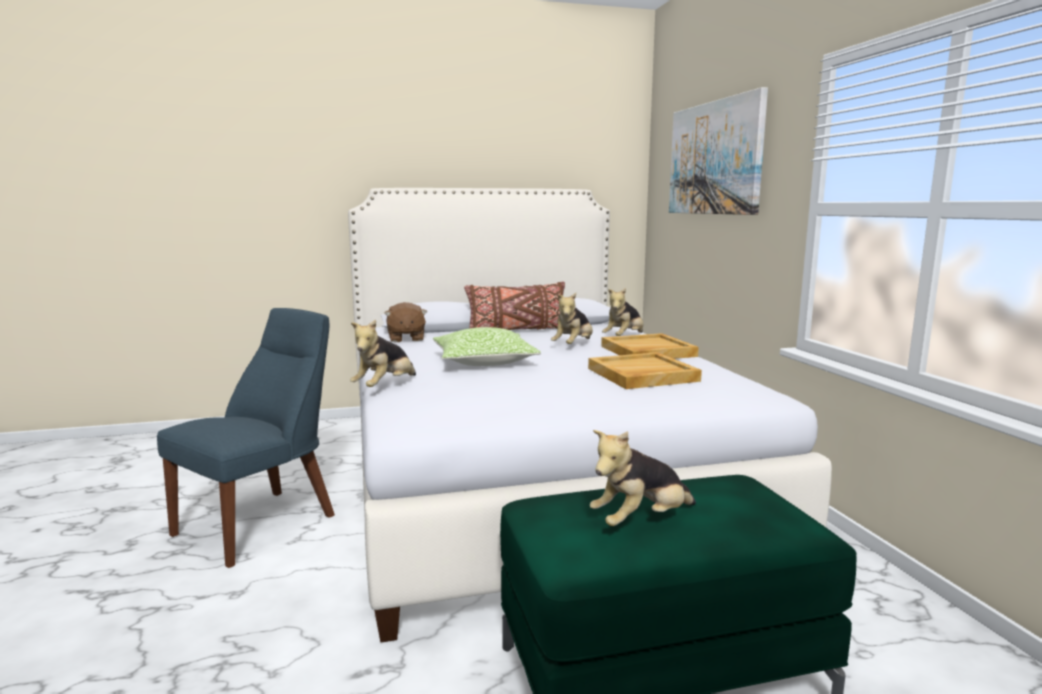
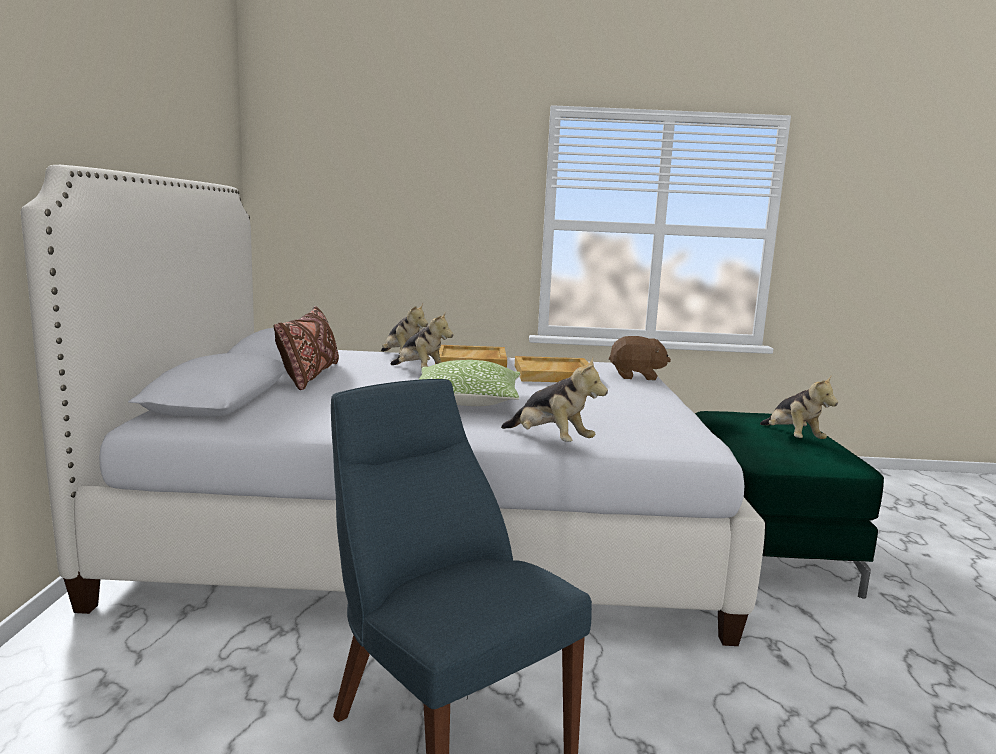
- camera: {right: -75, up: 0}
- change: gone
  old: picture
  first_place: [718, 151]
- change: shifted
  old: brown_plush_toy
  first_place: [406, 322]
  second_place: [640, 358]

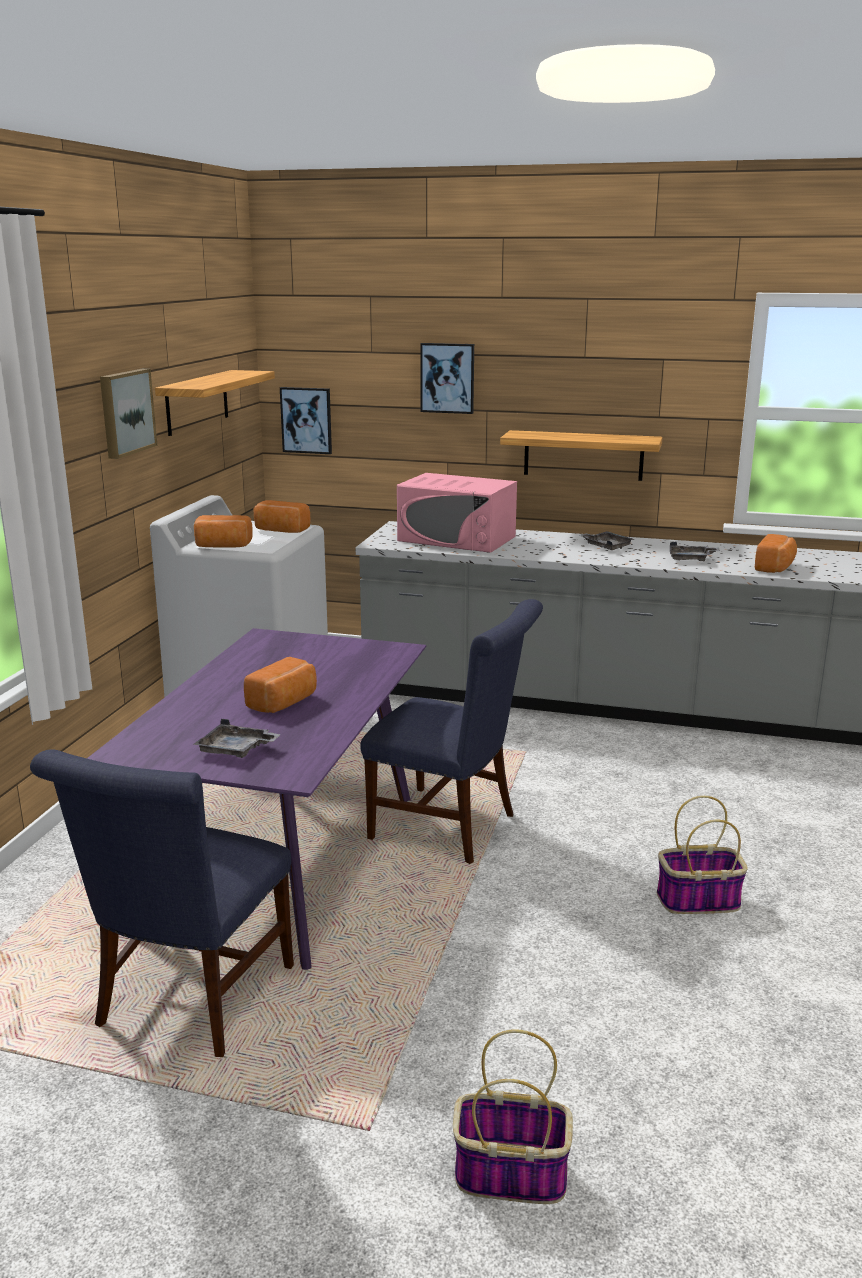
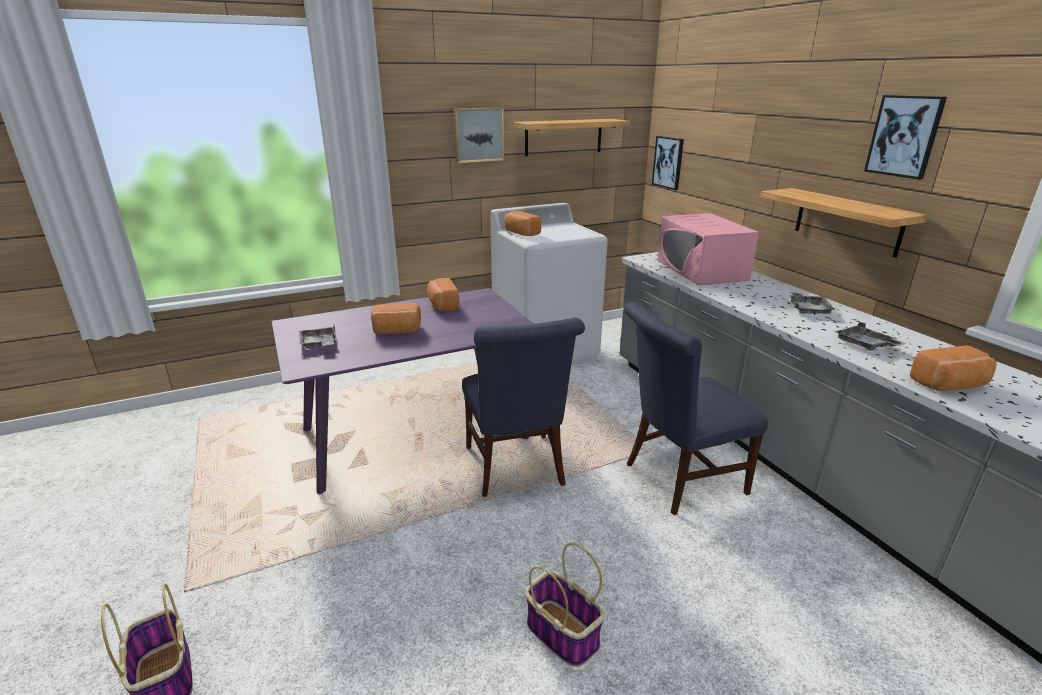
- camera: {right: 50, up: 5}
- change: shifted
  old: picture
  first_place: [447, 378]
  second_place: [905, 137]
- change: shifted
  old: bread
  first_place: [282, 516]
  second_place: [443, 294]
- change: shifted
  old: blue_chair
  first_place: [162, 903]
  second_place: [696, 408]

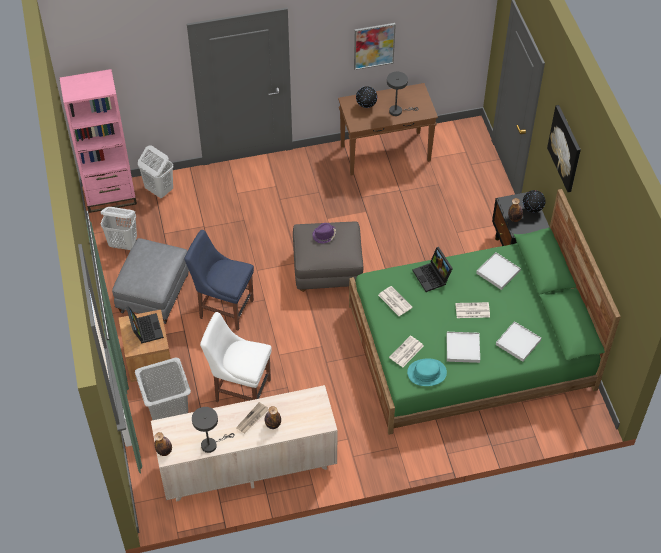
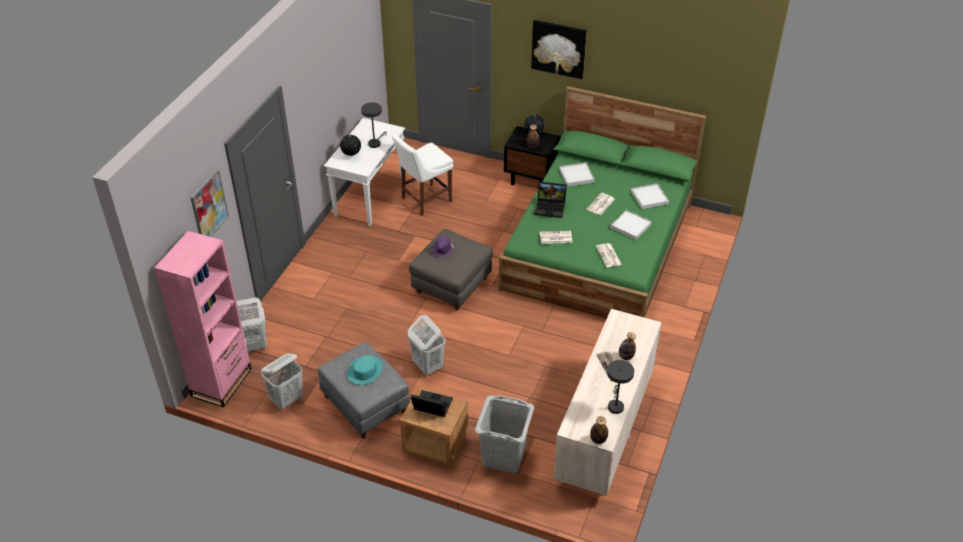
- camera: {right: -55, up: -10}
- change: shifted
  old: picture
  first_place: [375, 46]
  second_place: [209, 203]
- change: repainted
  old: brown_console_table
  new: white_console_table
  first_place: [388, 129]
  second_place: [364, 172]
- change: swapped
  old: blue_chair
  new: white_laundry_basket
  first_place: [219, 280]
  second_place: [426, 345]
- change: shifted
  old: white_chair
  first_place: [235, 357]
  second_place: [423, 174]
- change: shifted
  old: turquoise_hat
  first_place: [427, 372]
  second_place: [365, 370]

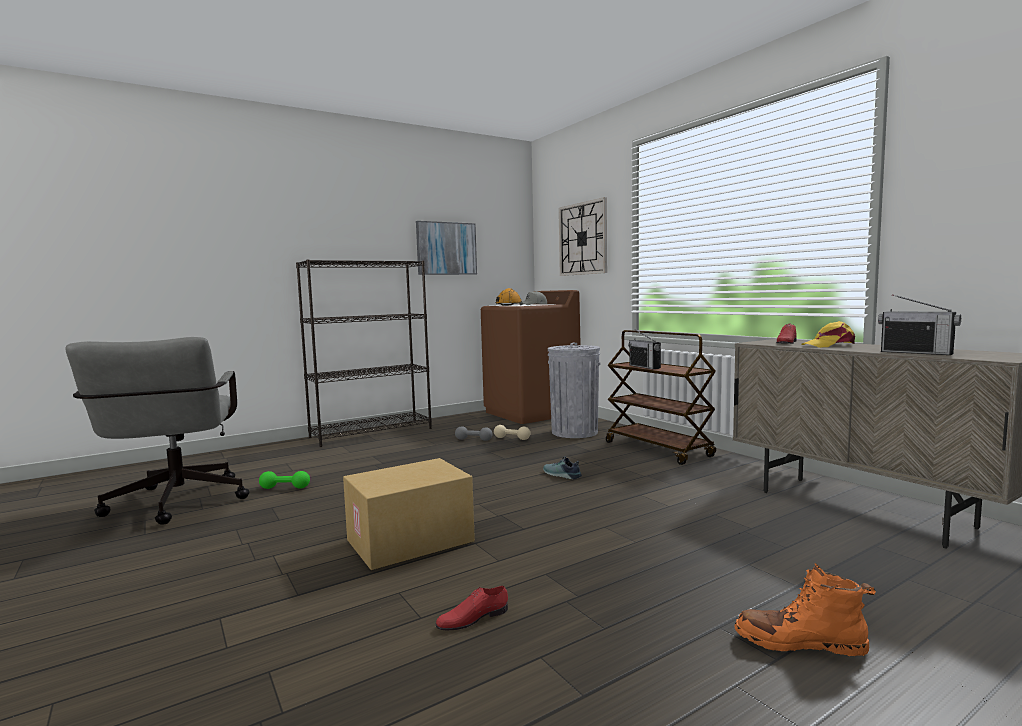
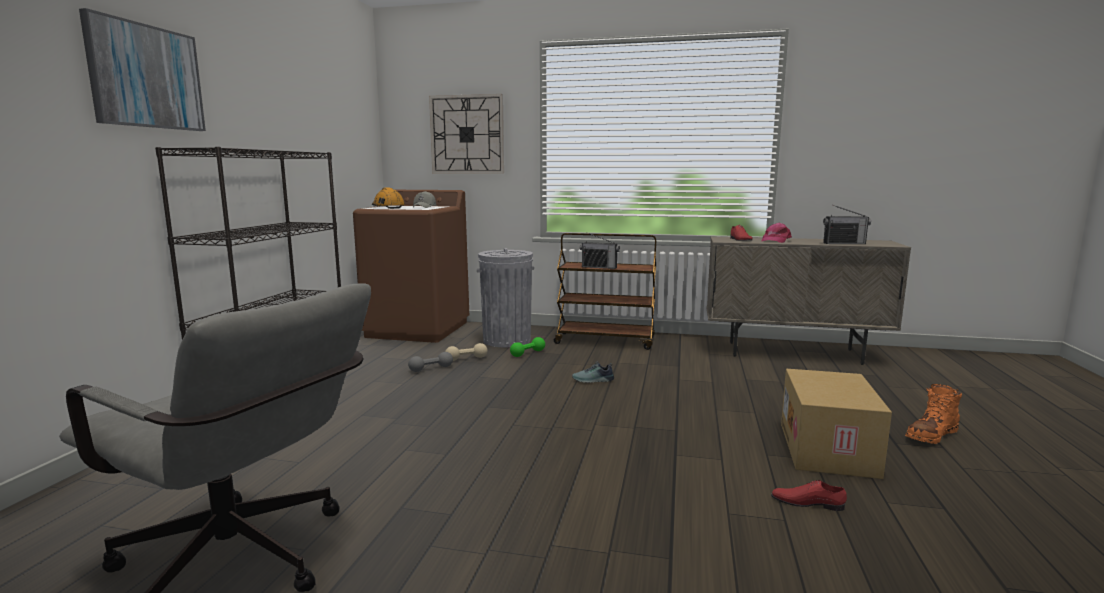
- camera: {right: -45, up: 5}
- change: shifted
  old: picture
  first_place: [446, 248]
  second_place: [142, 69]
- change: repainted
  old: yellow_cap
  new: pink_cap
  first_place: [828, 334]
  second_place: [776, 233]
- change: shifted
  old: cardboard_box
  first_place: [409, 514]
  second_place: [836, 424]
- change: shifted
  old: green_dumbbell
  first_place: [284, 480]
  second_place: [527, 347]
- change: rotated
  old: red_shoe
  first_place: [472, 608]
  second_place: [809, 495]
  degrees: 90

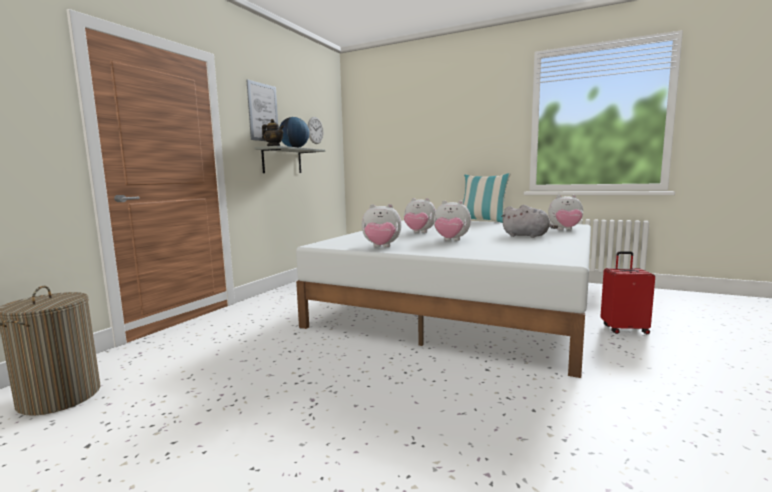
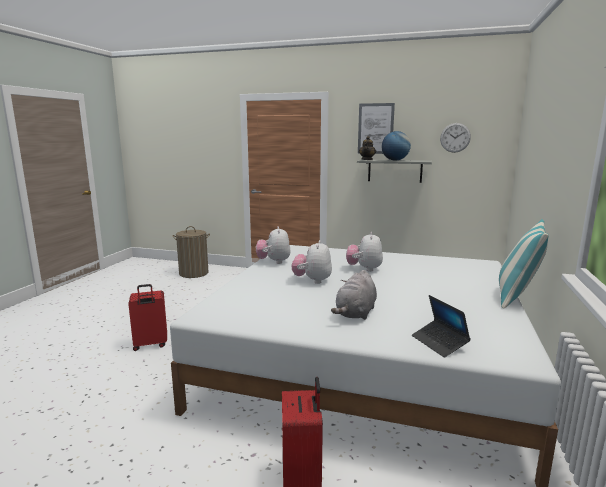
- camera: {right: 80, up: 5}
- change: swapped
  old: plush_toy
  new: laptop
  first_place: [565, 212]
  second_place: [441, 326]
- change: new
  new: red_suitcase
  second_place: [147, 317]

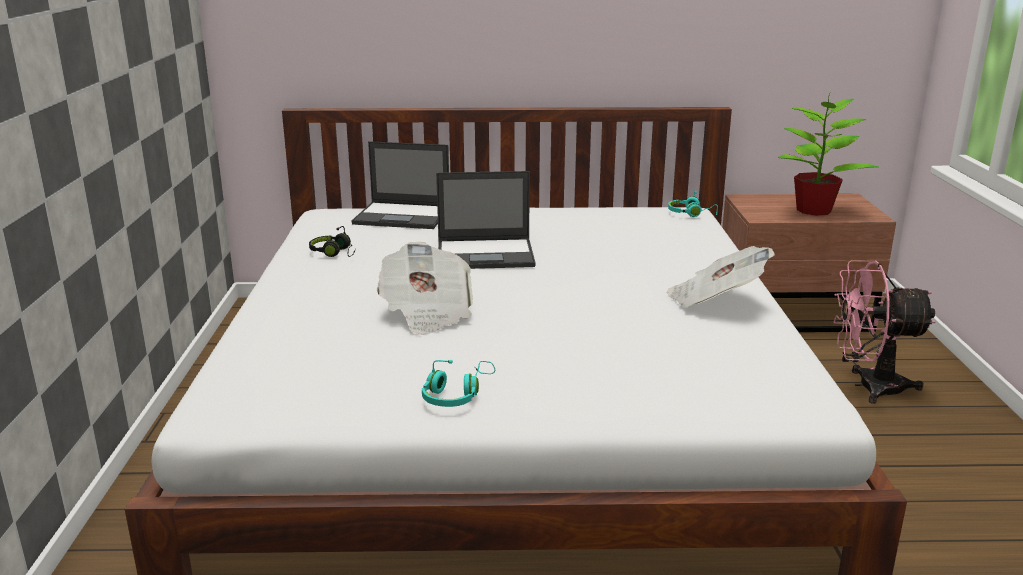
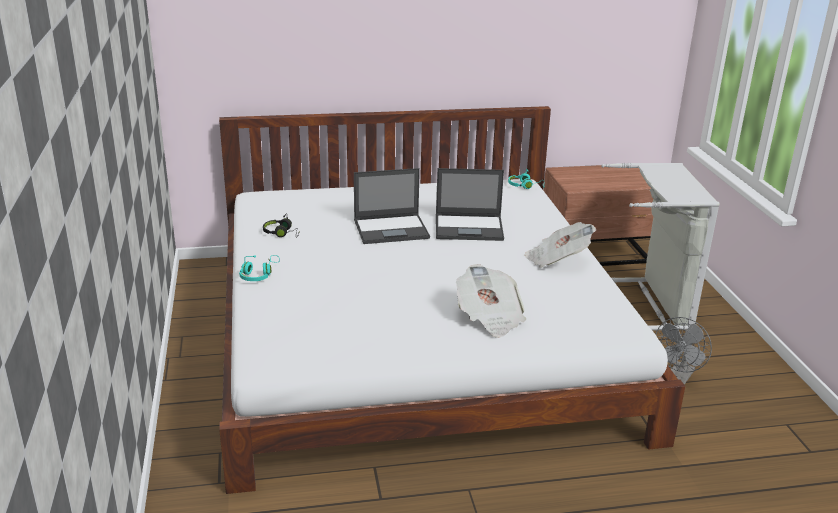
- camera: {right: -10, up: 5}
- change: gone
  old: potted_plant
  first_place: [828, 153]
- change: shifted
  old: laptop
  first_place: [400, 185]
  second_place: [470, 204]
- change: shifted
  old: newspaper
  first_place: [424, 288]
  second_place: [491, 301]
- change: swapped
  old: pink_fan
  new: grey_laundry_basket
  first_place: [884, 332]
  second_place: [660, 246]
- change: shifted
  old: turquoise_headphones
  first_place: [458, 383]
  second_place: [259, 268]
- change: new
  new: grey_fan
  second_place: [683, 351]

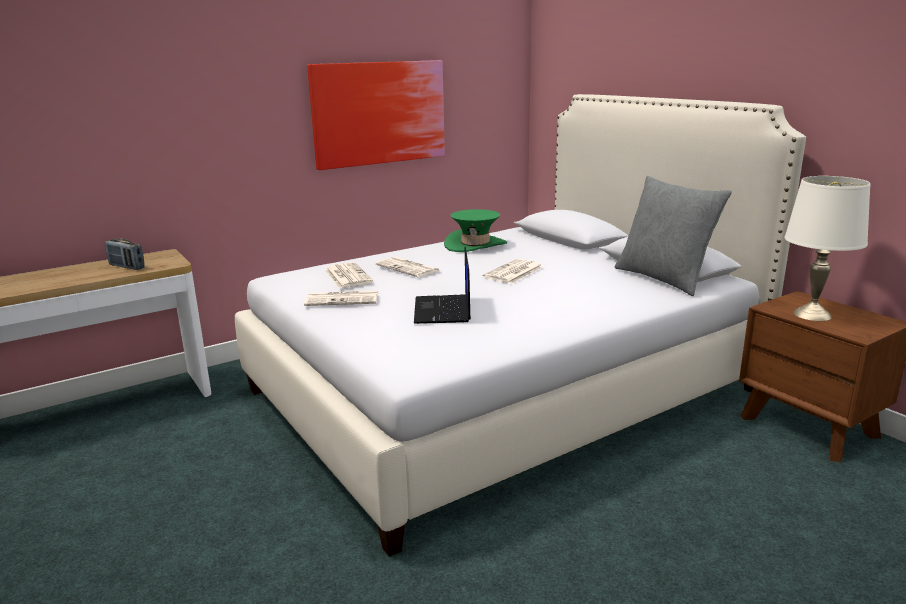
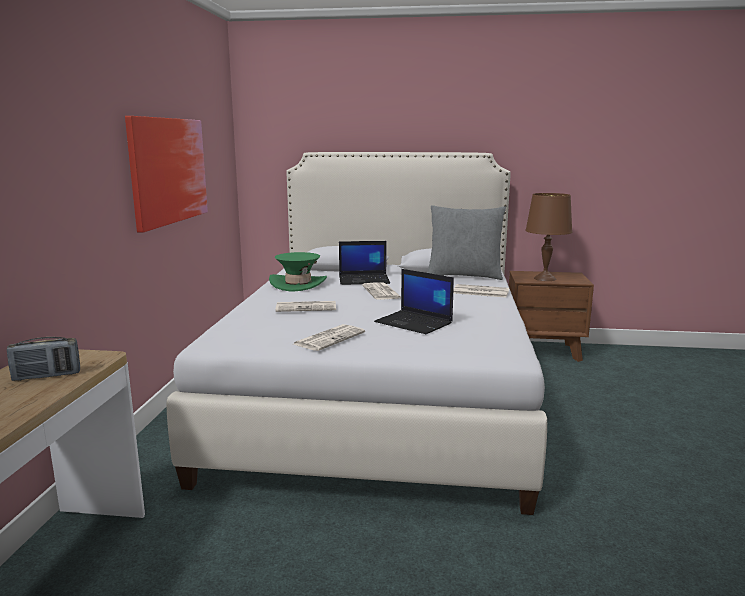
- camera: {right: -50, up: -5}
- change: repainted
  old: white_table_lamp
  new: brown_table_lamp
  first_place: [827, 248]
  second_place: [548, 237]
- change: shifted
  old: newspaper
  first_place: [349, 275]
  second_place: [481, 291]
- change: new
  new: laptop
  second_place: [364, 263]

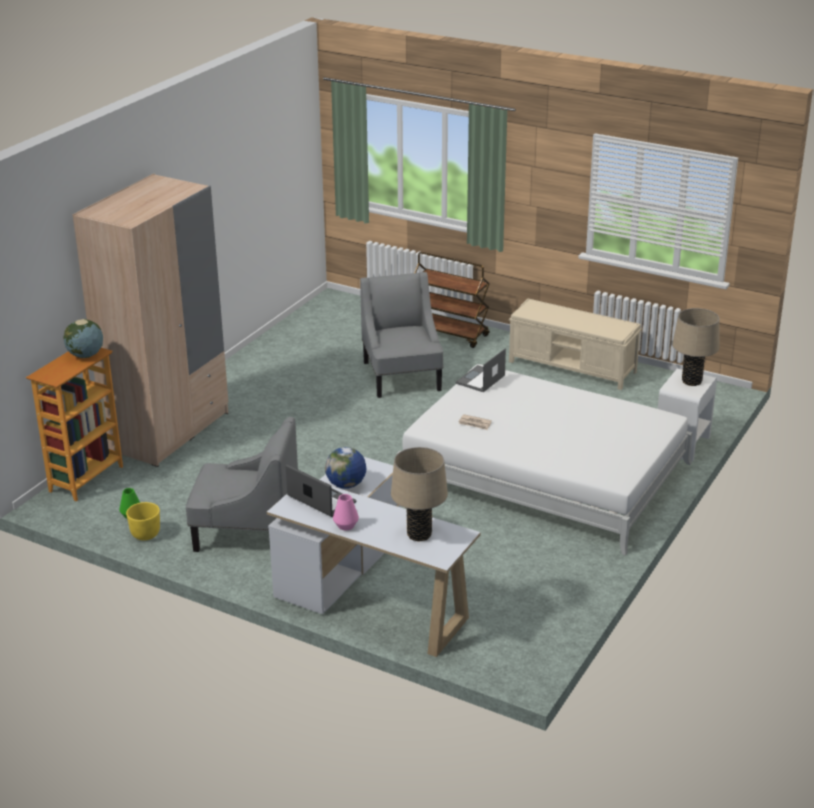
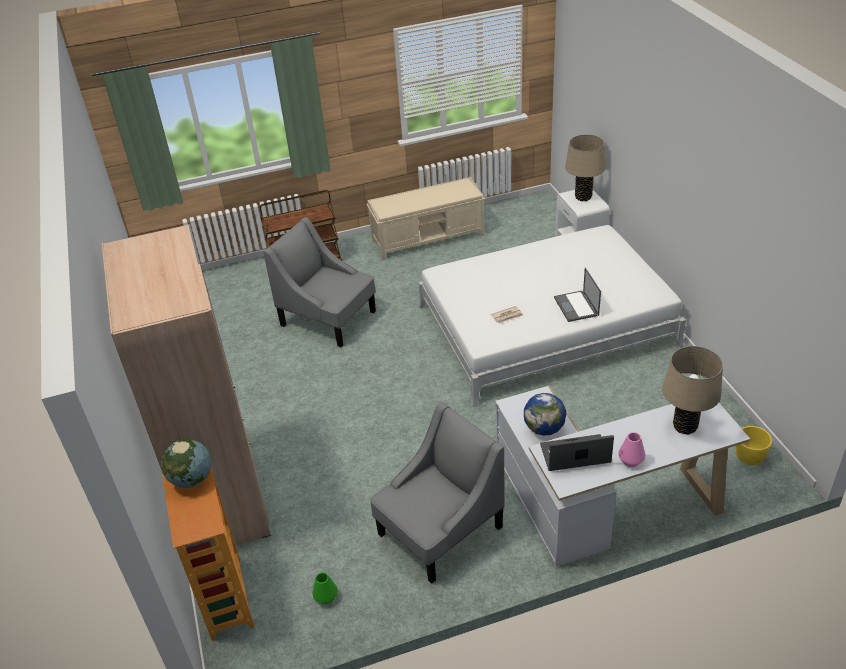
- camera: {right: -45, up: 10}
- change: shifted
  old: laptop
  first_place: [481, 370]
  second_place: [577, 295]
- change: shifted
  old: yellow_planter
  first_place: [143, 521]
  second_place: [753, 445]

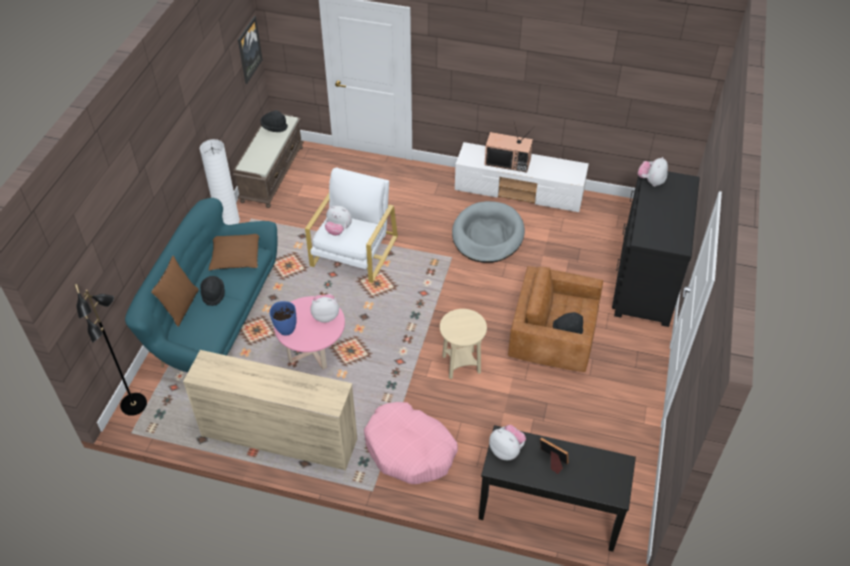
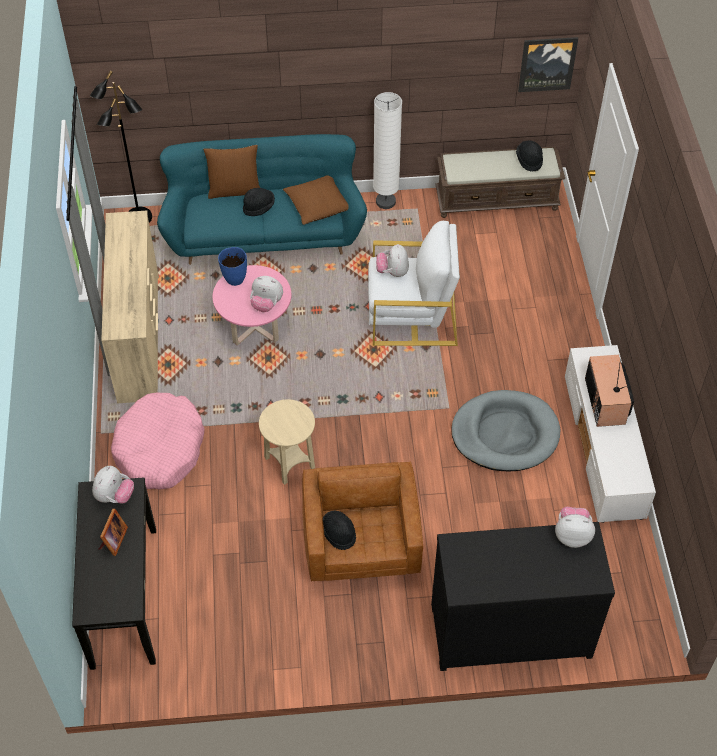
- camera: {right: 70, up: 5}
- change: rotated
  old: plush_toy
  first_place: [324, 308]
  second_place: [266, 294]
  degrees: 135

